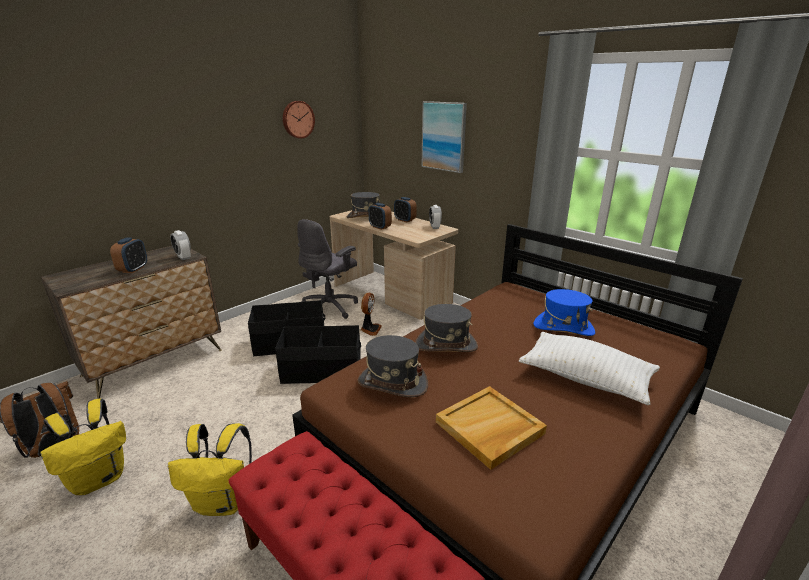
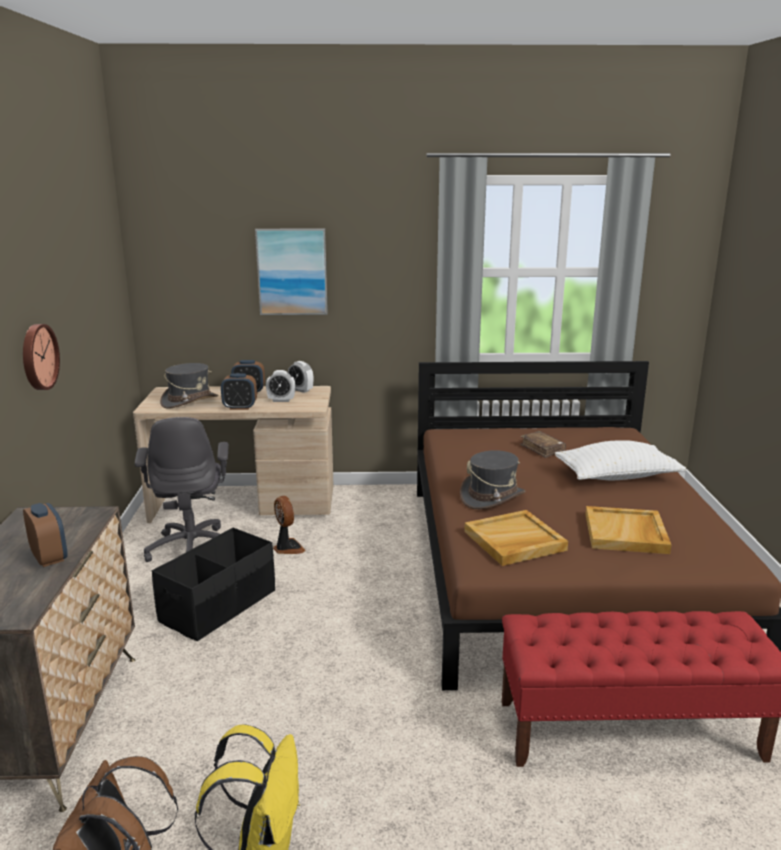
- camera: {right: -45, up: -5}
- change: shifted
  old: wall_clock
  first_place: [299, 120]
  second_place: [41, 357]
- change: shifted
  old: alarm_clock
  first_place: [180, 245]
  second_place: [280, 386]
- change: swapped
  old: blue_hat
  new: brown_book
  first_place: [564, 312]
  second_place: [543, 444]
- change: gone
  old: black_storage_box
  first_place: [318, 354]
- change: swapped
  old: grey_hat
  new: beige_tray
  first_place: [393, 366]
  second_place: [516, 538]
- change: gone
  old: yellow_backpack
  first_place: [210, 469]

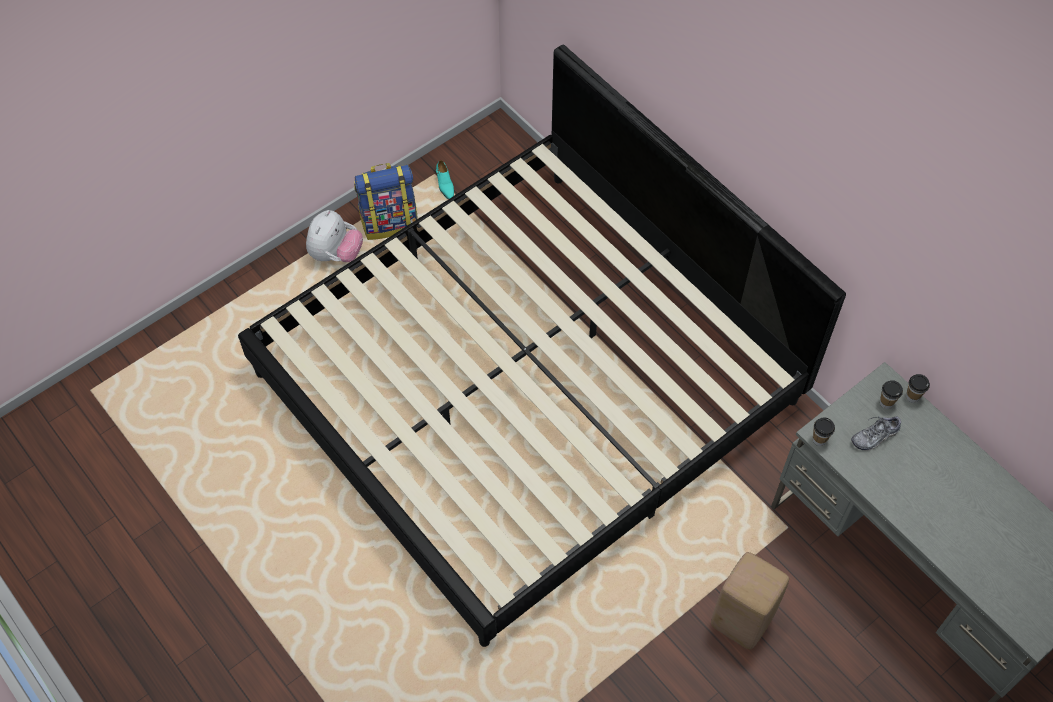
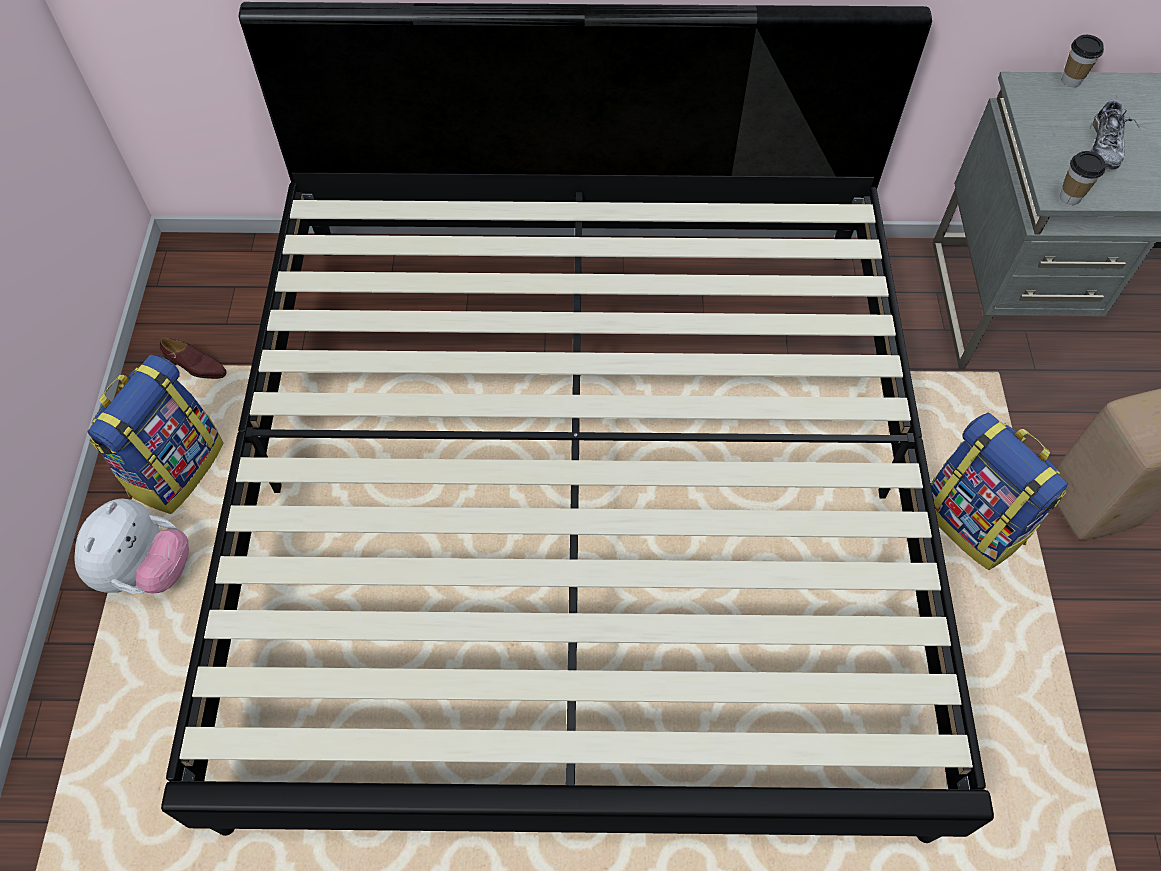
- camera: {right: -50, up: 0}
- change: repainted
  old: turquoise_shoe
  new: brown_shoe
  first_place: [445, 179]
  second_place: [193, 358]
- change: rotated
  old: plush_toy
  first_place: [334, 236]
  second_place: [131, 546]
  degrees: 45
- change: gone
  old: cup
  first_place: [891, 394]
- change: new
  new: backpack
  second_place: [999, 491]

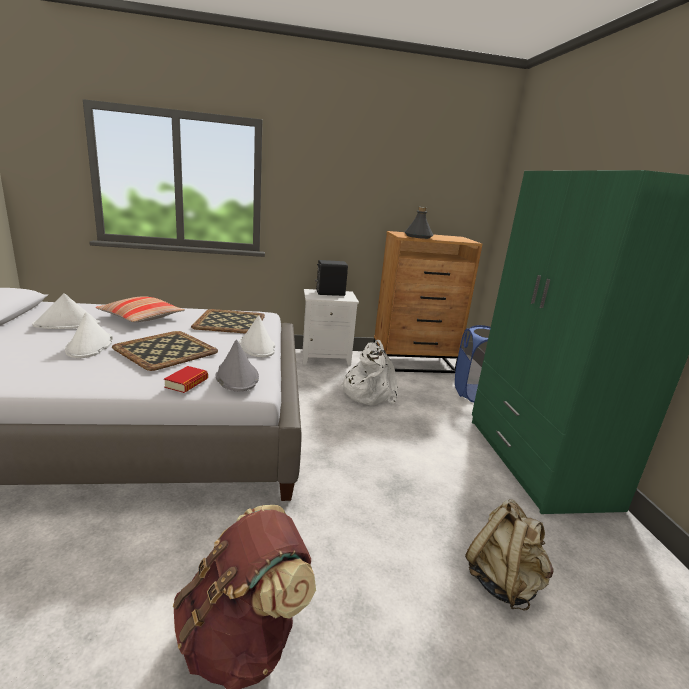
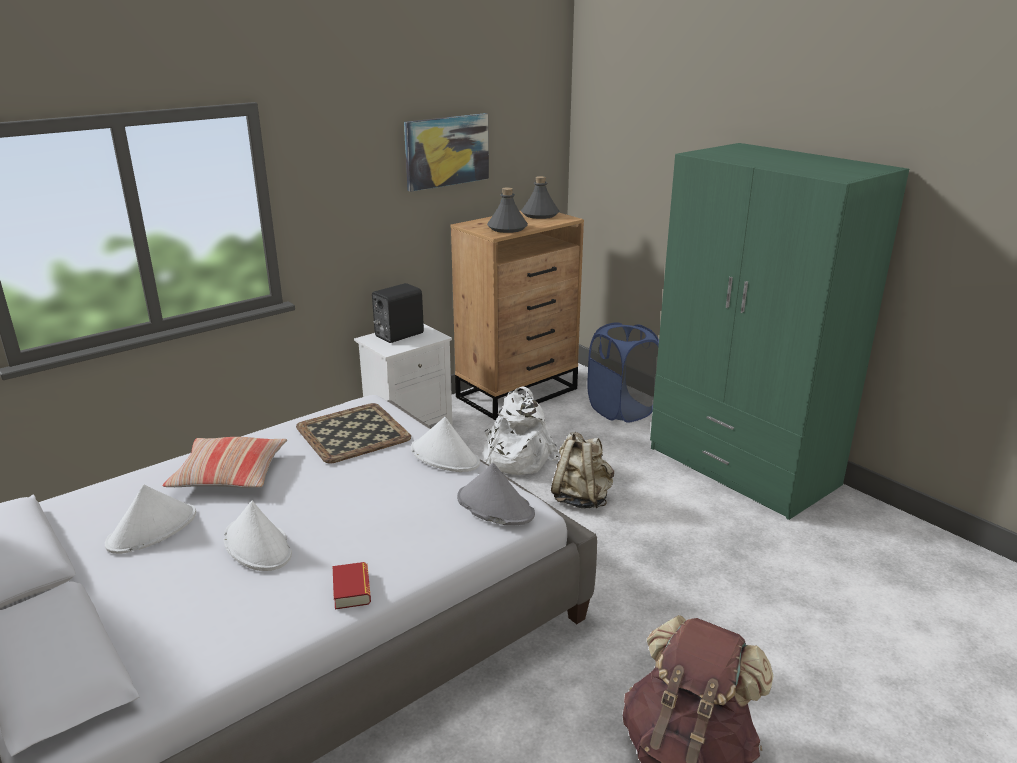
- camera: {right: -30, up: 5}
- change: gone
  old: tray
  first_place: [165, 351]
- change: shifted
  old: book
  first_place: [186, 379]
  second_place: [352, 585]
- change: shifted
  old: beige_backpack
  first_place: [509, 555]
  second_place: [582, 470]
- change: new
  new: picture
  second_place: [446, 152]
- change: new
  new: grey_bottle
  second_place: [540, 197]

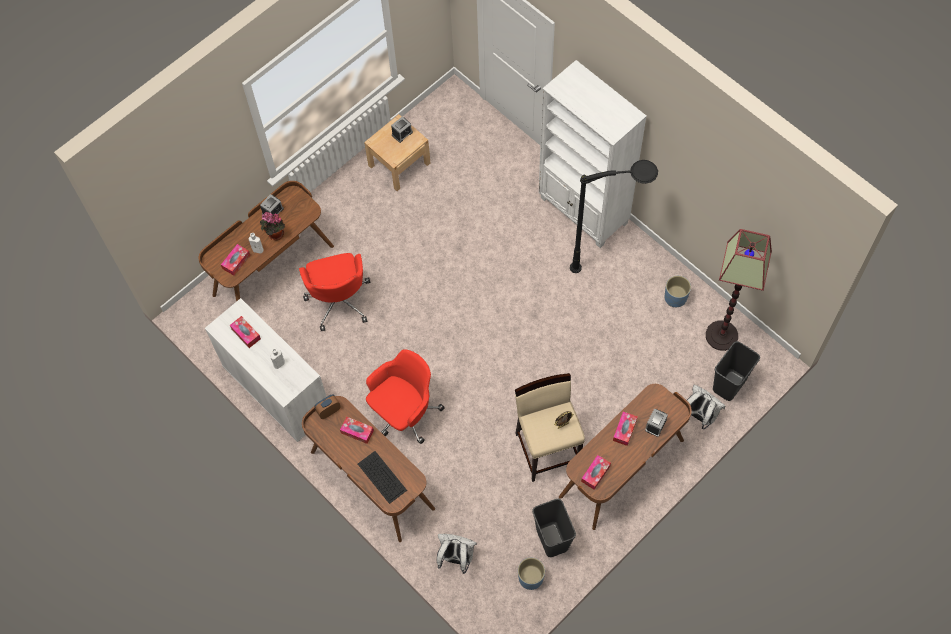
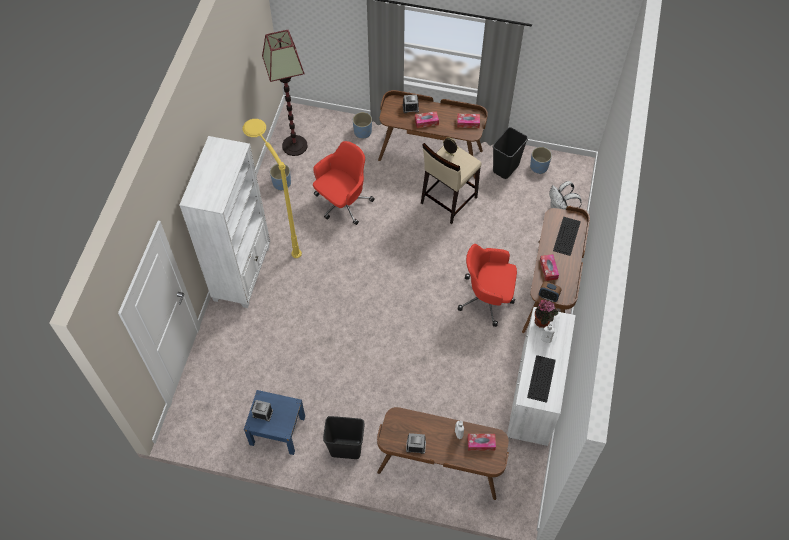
- camera: {right: -125, up: -5}
- change: repainted
  old: beige_nightstand
  new: blue_nightstand
  first_place: [397, 152]
  second_place: [274, 422]
- change: repainted
  old: black_floor_lamp
  new: yellow_floor_lamp
  first_place: [614, 216]
  second_place: [272, 188]
- change: shifted
  old: potted_plant
  first_place: [272, 226]
  second_place: [546, 314]
- change: shifted
  old: red_office_chair
  first_place: [334, 292]
  second_place: [344, 183]
- change: swapped
  old: tissue_box
  new: keyboard
  first_place: [245, 332]
  second_place: [541, 379]
- change: shifted
  old: black_trash_can
  first_place: [736, 371]
  second_place: [344, 437]
- change: swapped
  old: white_backpack
  new: blue_planter
  first_place: [706, 407]
  second_place: [362, 125]

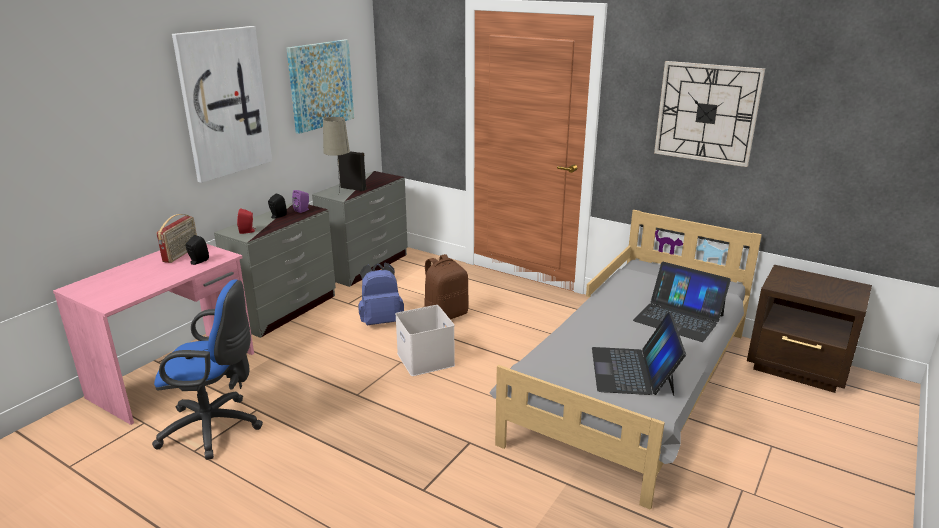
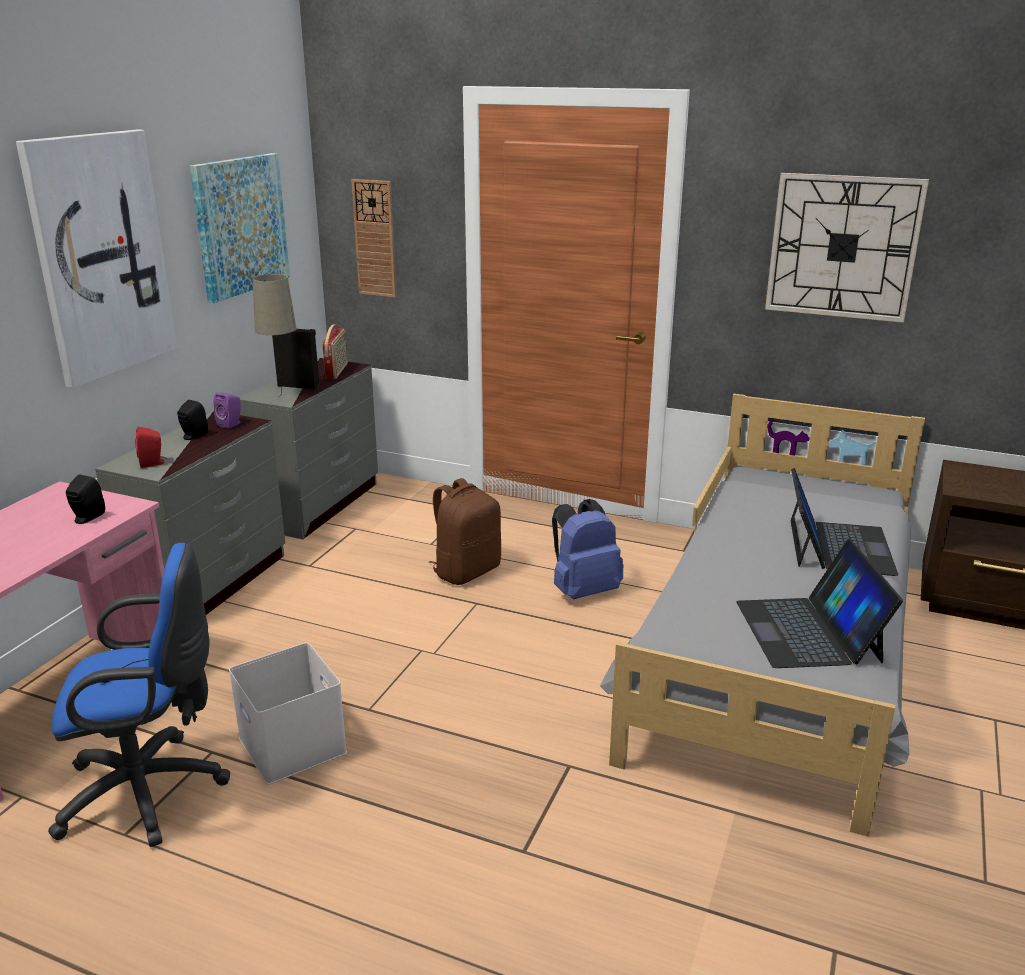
- camera: {right: -10, up: 0}
- change: shifted
  old: radio
  first_place: [177, 238]
  second_place: [335, 351]
- change: rotated
  old: laptop
  first_place: [682, 302]
  second_place: [845, 522]
  degrees: -105
- change: shifted
  old: blue_backpack
  first_place: [381, 294]
  second_place: [587, 549]
- change: shifted
  old: white_storage_box
  first_place: [425, 340]
  second_place: [288, 713]
- change: new
  new: wall_clock
  second_place: [374, 238]

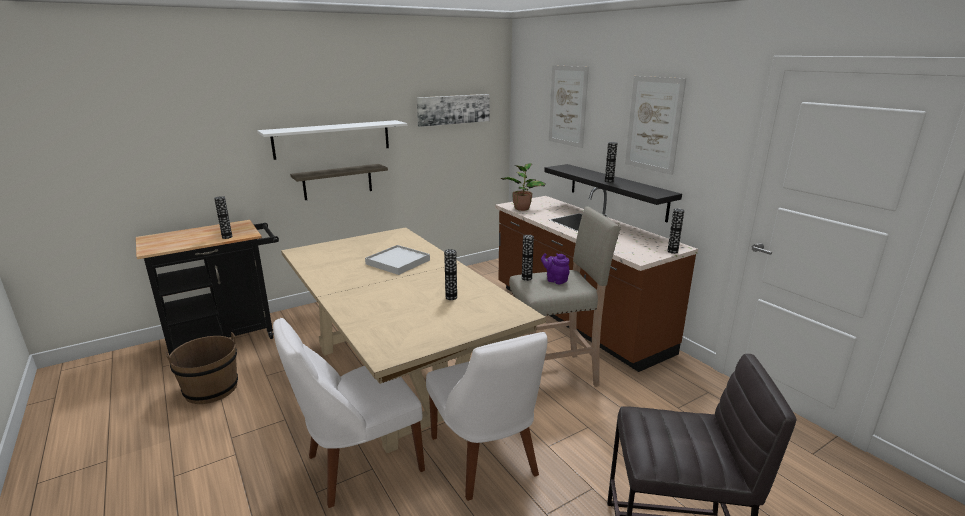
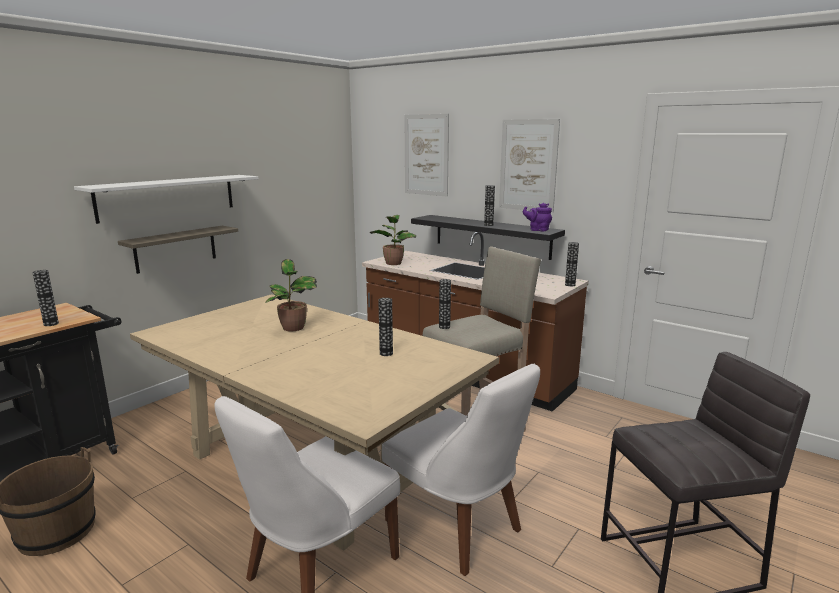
- camera: {right: -20, up: -5}
- change: gone
  old: picture
  first_place: [453, 110]
- change: swapped
  old: white_tray
  new: potted_plant
  first_place: [397, 260]
  second_place: [291, 295]
- change: shifted
  old: purple_teapot
  first_place: [555, 268]
  second_place: [537, 217]

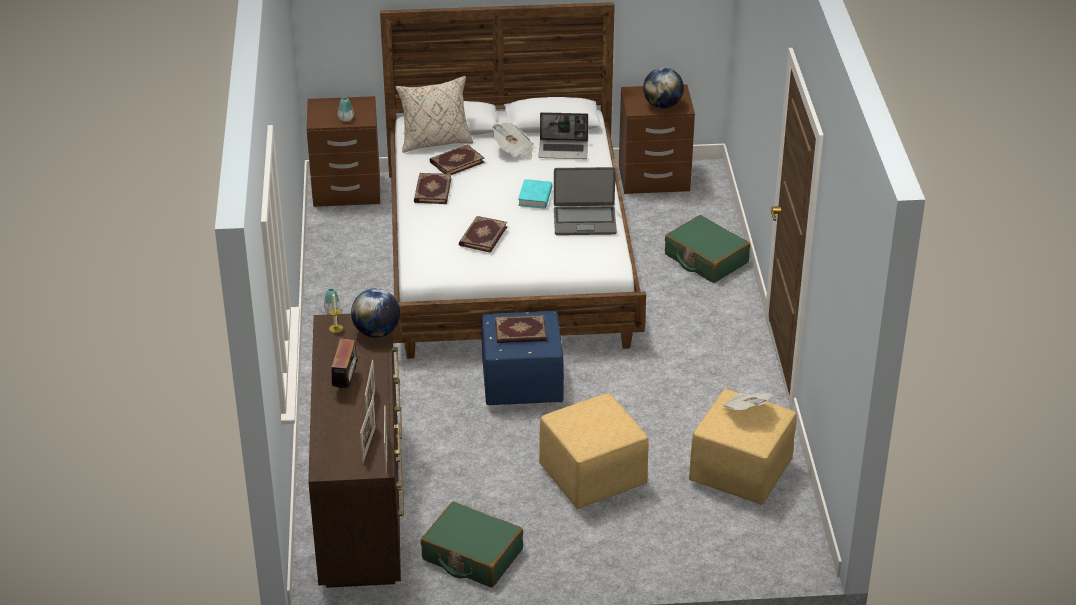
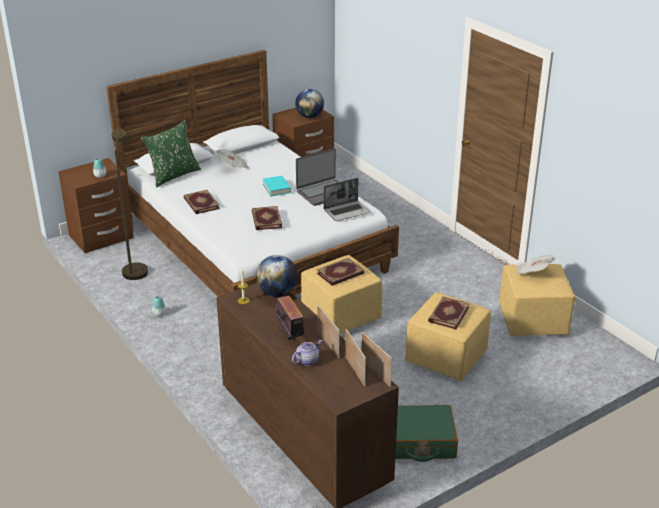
- camera: {right: -30, up: -5}
- change: repainted
  old: beige_pillow
  new: green_pillow
  first_place: [434, 114]
  second_place: [171, 153]
- change: shifted
  old: laptop
  first_place: [563, 135]
  second_place: [346, 199]
- change: shifted
  old: book
  first_place: [457, 159]
  second_place: [449, 313]
- change: gone
  old: green_suitcase
  first_place: [707, 249]
- change: repainted
  old: blue_ottoman
  new: yellow_ottoman
  first_place: [523, 358]
  second_place: [341, 295]
- change: new
  new: brown_floor_lamp
  second_place: [130, 204]
- change: new
  new: teapot
  second_place: [307, 353]

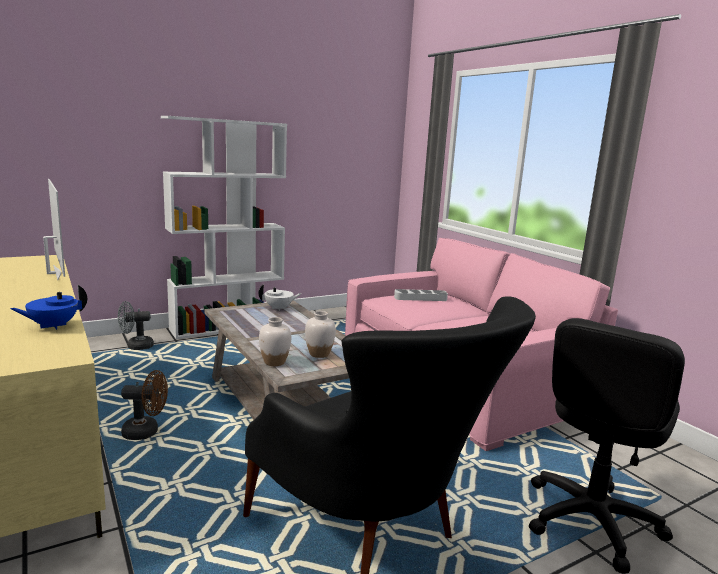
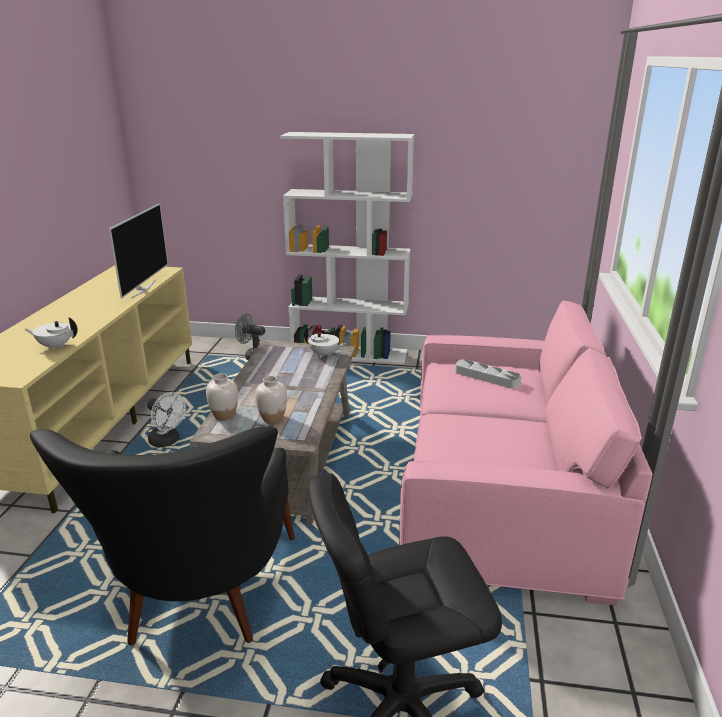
- camera: {right: 40, up: 10}
- change: repainted
  old: blue_teapot
  new: white_teapot
  first_place: [48, 307]
  second_place: [51, 333]
- change: repainted
  old: brown_fan
  new: white_fan
  first_place: [144, 405]
  second_place: [166, 419]

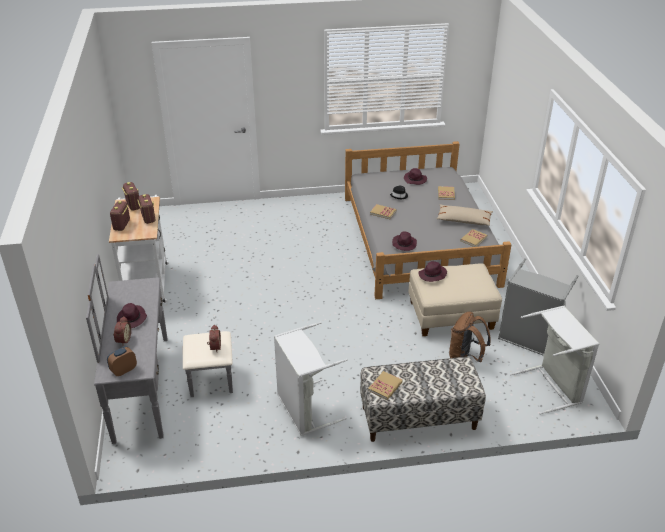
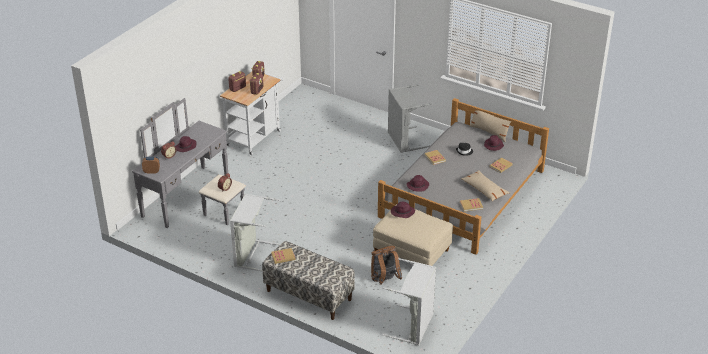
- camera: {right: 40, up: 0}
- change: shifted
  old: grey_laundry_basket
  first_place: [538, 307]
  second_place: [410, 119]
- change: new
  new: beige_pillow
  second_place: [490, 124]

